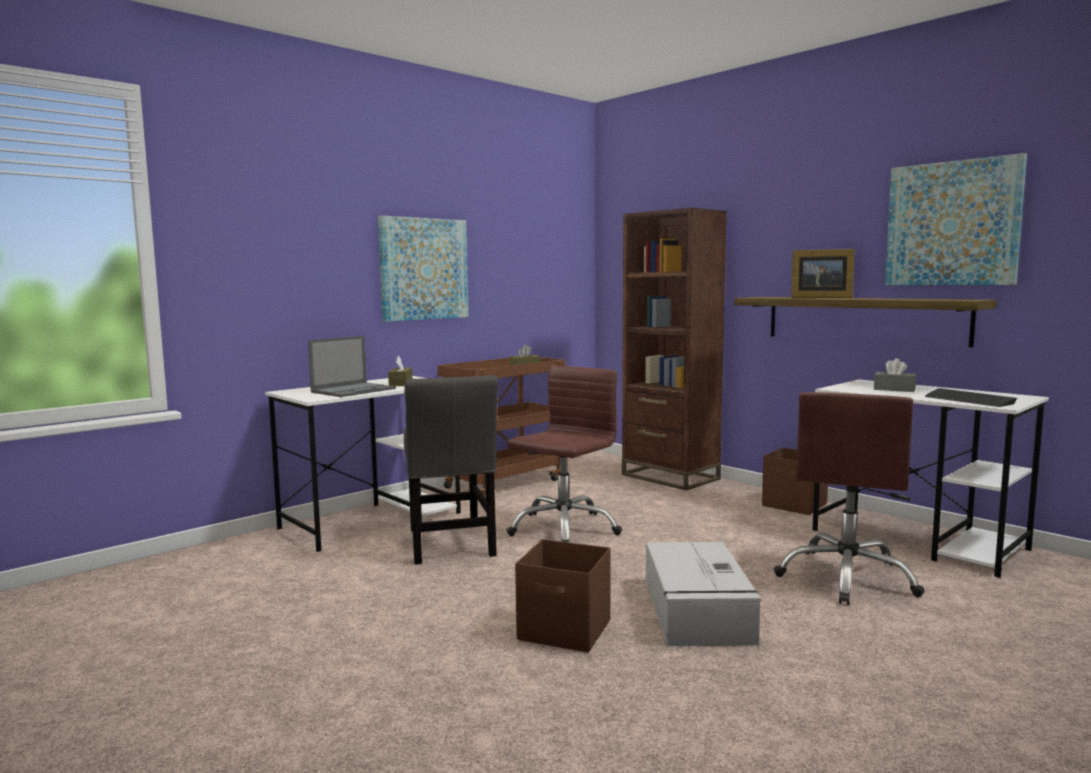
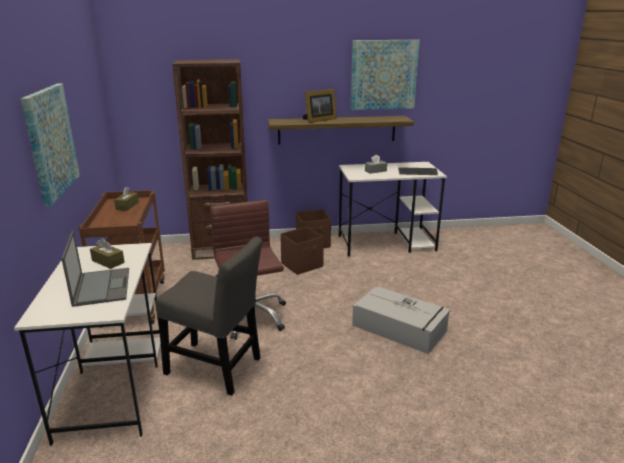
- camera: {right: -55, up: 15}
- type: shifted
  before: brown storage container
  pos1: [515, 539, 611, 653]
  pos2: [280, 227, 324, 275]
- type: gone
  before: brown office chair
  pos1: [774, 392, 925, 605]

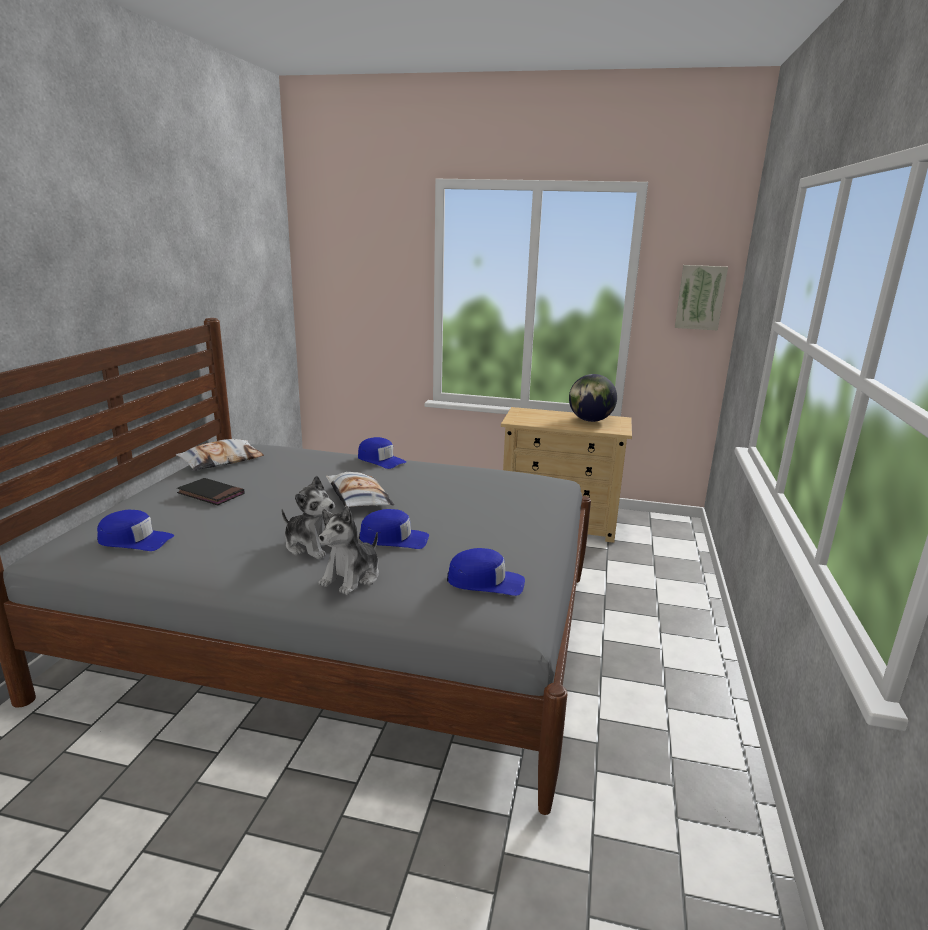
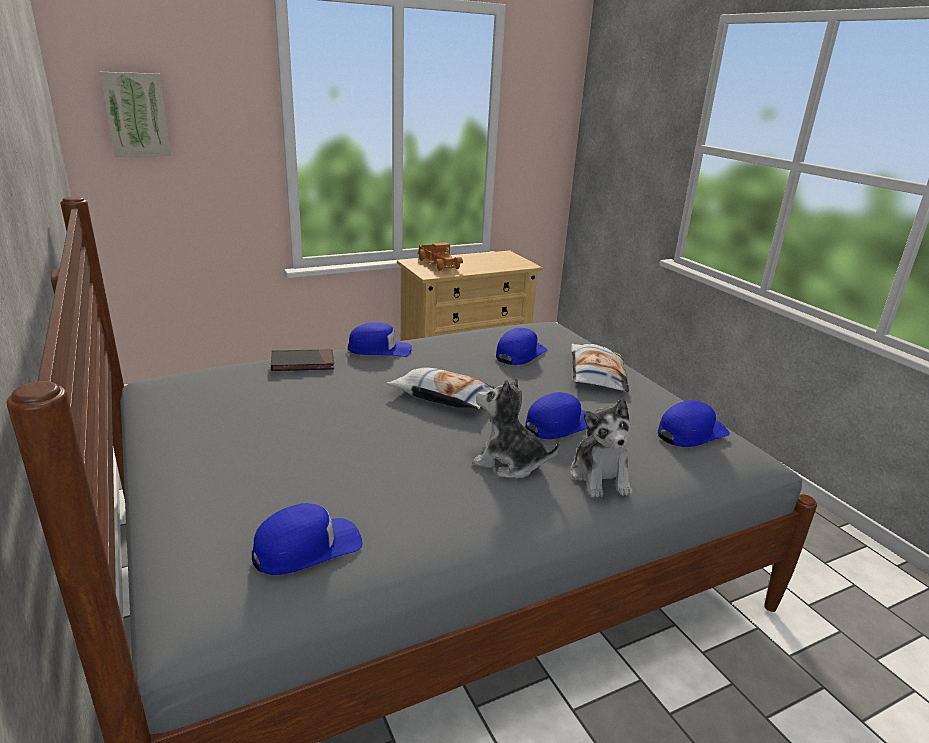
- camera: {right: -40, up: 5}
- type: shifted
  before: throw pillow
  pos1: [176, 439, 264, 471]
  pos2: [571, 344, 629, 392]
- type: shifted
  before: black-coloured bound book
  pos1: [177, 478, 244, 505]
  pos2: [271, 349, 334, 371]
- type: rotated
  before: plush toy
  pos1: [282, 475, 335, 559]
  pos2: [472, 378, 560, 479]
  turn: -150
- type: gone
  before: desk globe
  pos1: [569, 374, 617, 422]
- type: shifted
  before: wall art
  pos1: [675, 265, 728, 330]
  pos2: [100, 72, 171, 157]
- type: new
  after: toy lorry
  pos2: [418, 242, 463, 271]
- type: new
  after: bluish peaked cap
  pos2: [496, 328, 547, 365]

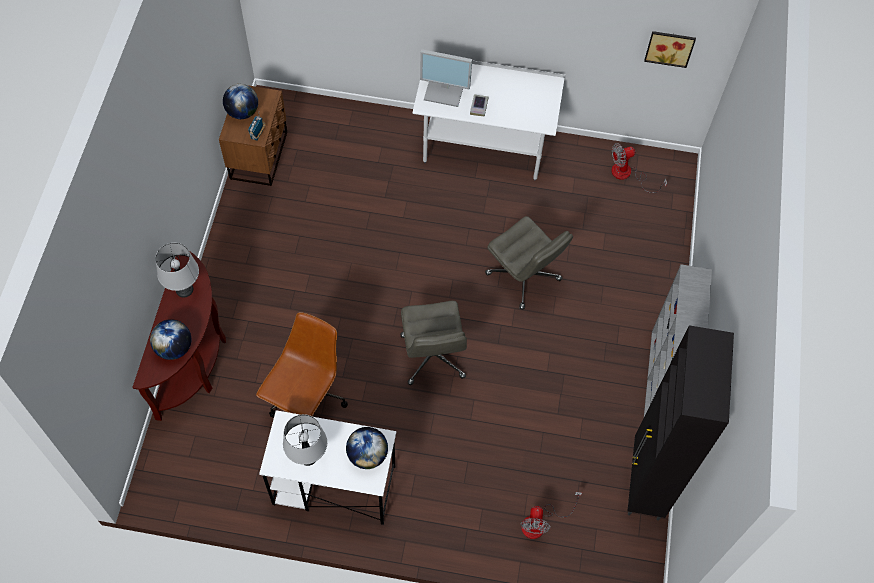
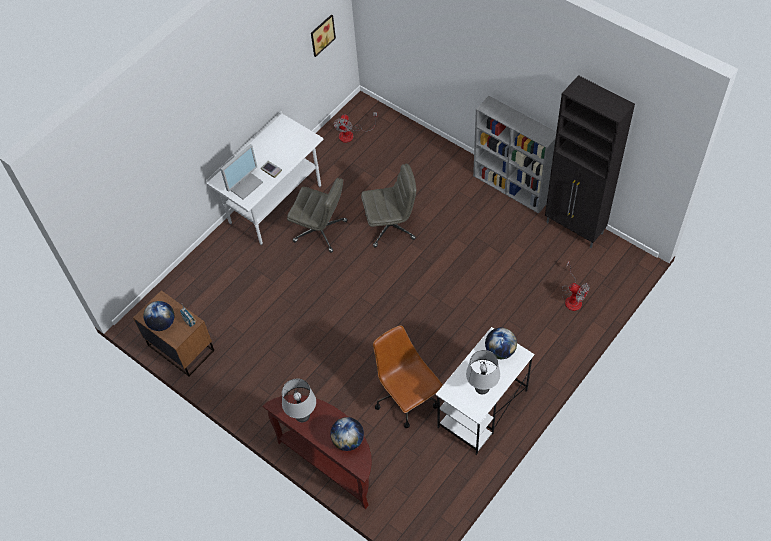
- camera: {right: -55, up: -5}
- type: shifted
  before: gray office chair
  pos1: [401, 301, 467, 385]
  pos2: [287, 178, 348, 253]

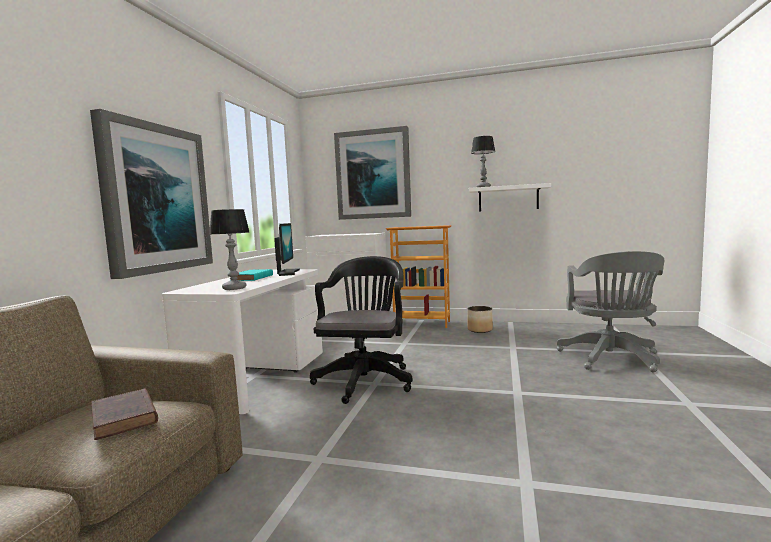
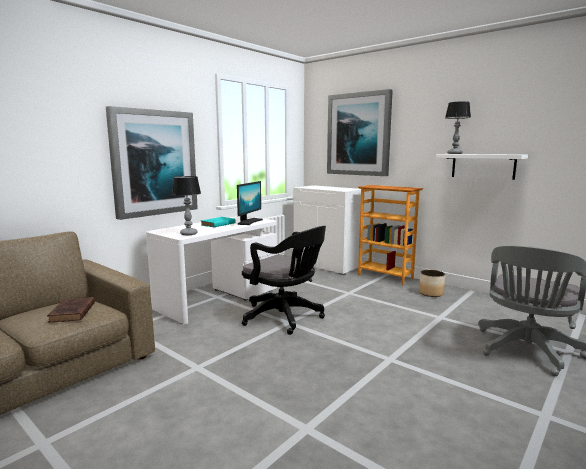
- camera: {right: 25, up: 5}
- type: rotated
  before: black-coloured office chair
  pos1: [310, 256, 413, 404]
  pos2: [242, 226, 326, 335]
  turn: 90

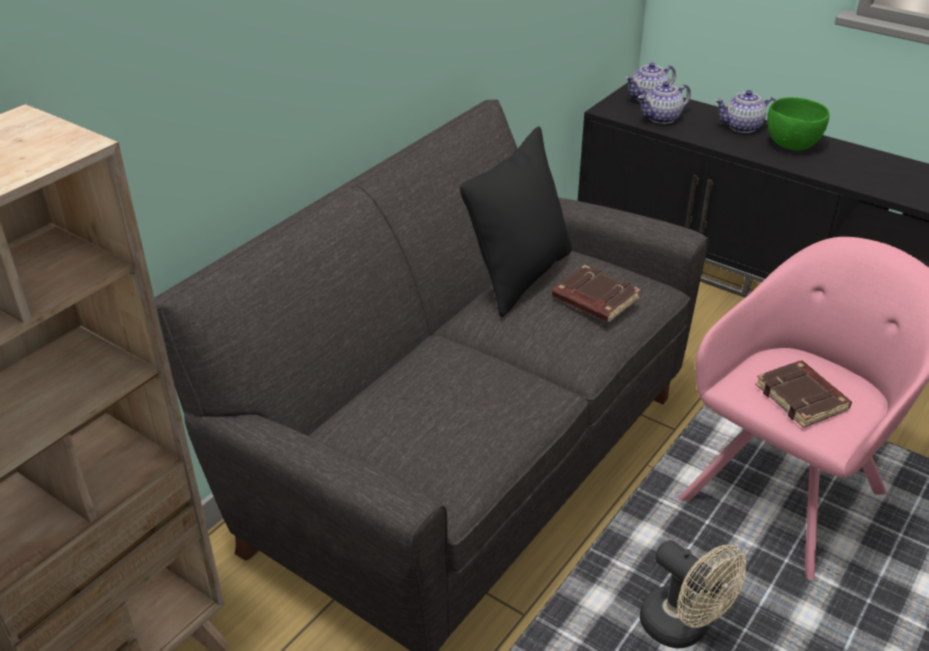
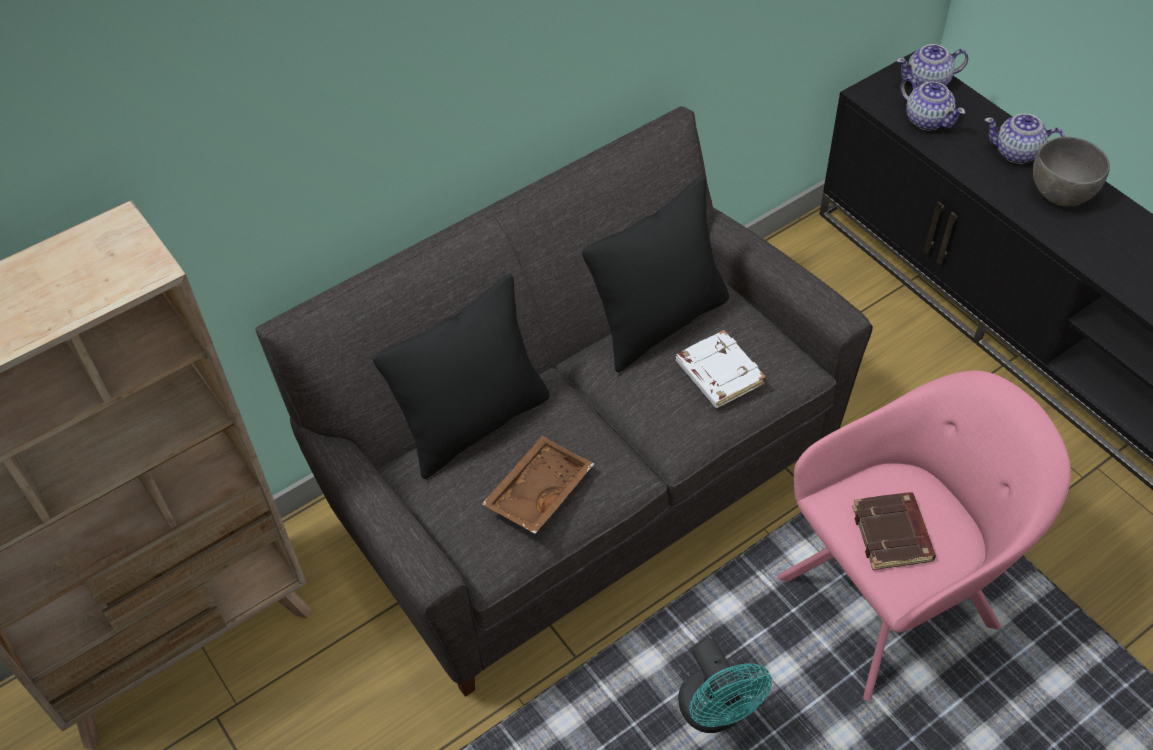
- camera: {right: 20, up: 15}
- type: repainted
  before: brown bound book
  after: whitish bound book
  pos1: [552, 265, 641, 323]
  pos2: [676, 330, 766, 408]
- type: rotated
  before: tea pot
  pos1: [638, 82, 691, 124]
  pos2: [900, 76, 965, 131]
  turn: -120
- type: repainted
  before: beige fan
  after: turquoise fan
  pos1: [640, 540, 746, 649]
  pos2: [678, 639, 772, 733]
- type: repainted
  before: green serving bowl
  after: gray serving bowl
  pos1: [767, 97, 829, 151]
  pos2: [1033, 137, 1110, 206]
- type: new
  after: black-coloured throw pillow
  pos2: [373, 274, 549, 479]
- type: new
  after: brown carrying tray
  pos2: [481, 436, 594, 534]

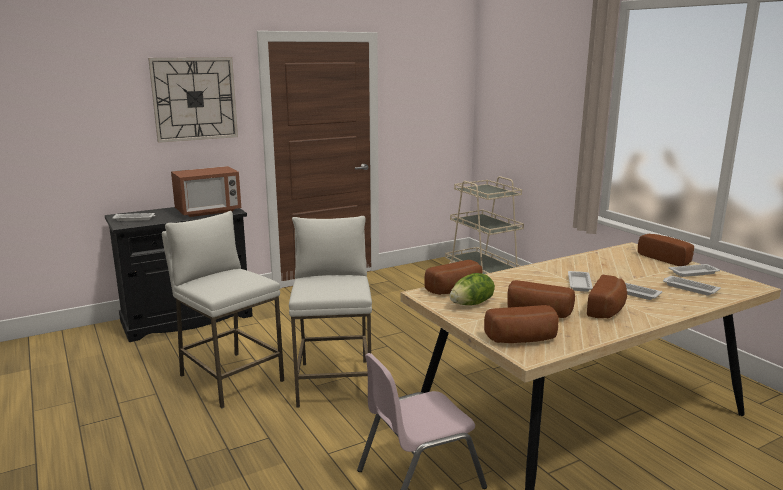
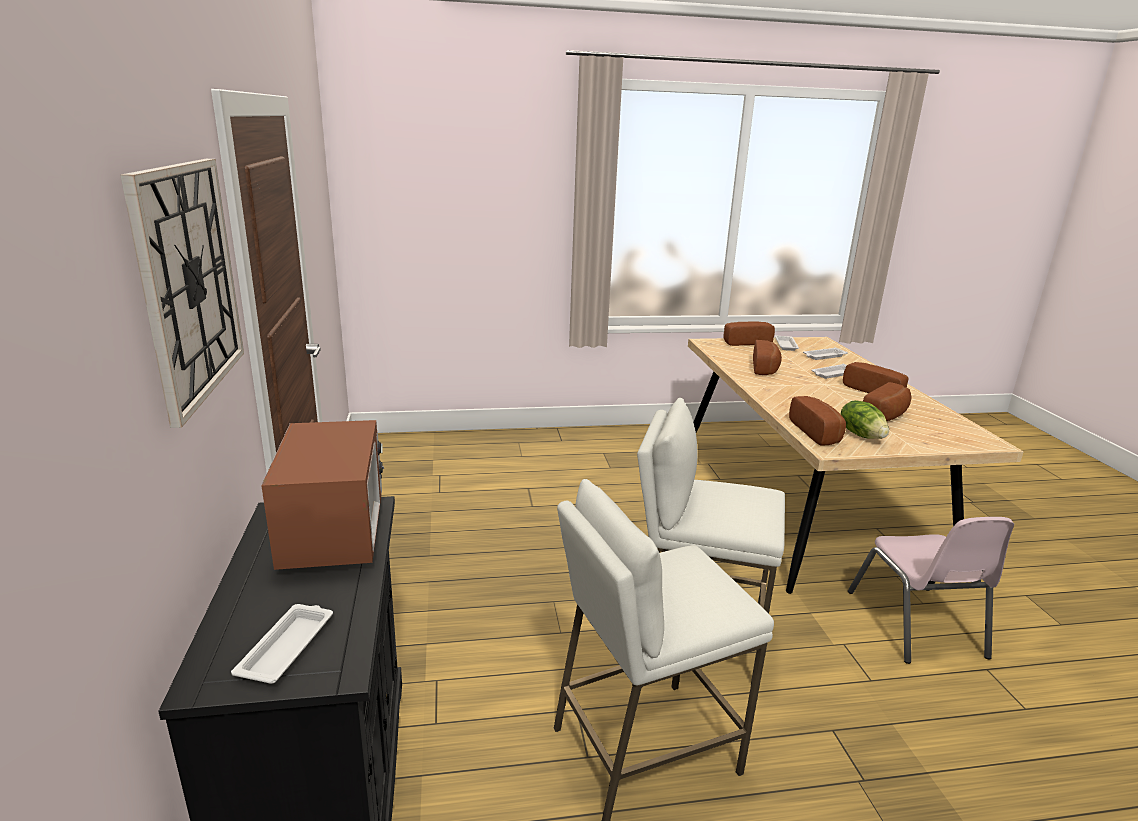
- camera: {right: -70, up: 5}
- type: gone
  before: beige trolley
  pos1: [445, 176, 524, 274]
- type: shifted
  before: baked bread
  pos1: [484, 305, 559, 343]
  pos2: [753, 340, 782, 375]
- type: gone
  before: whitish carrying tray
  pos1: [568, 271, 593, 292]

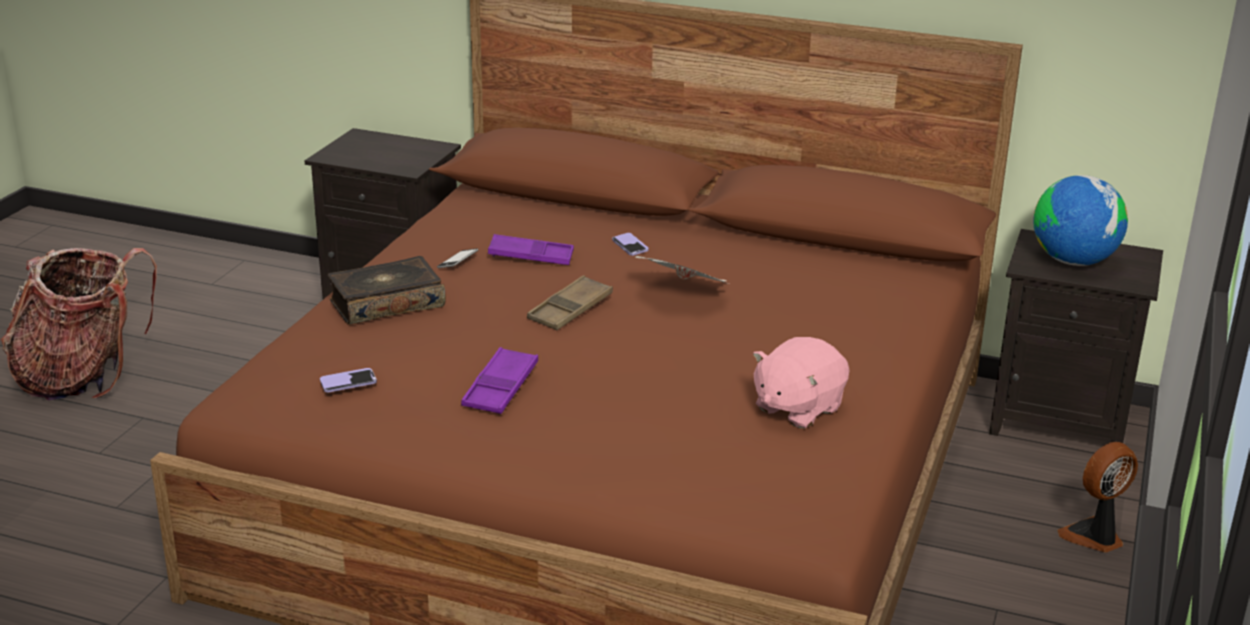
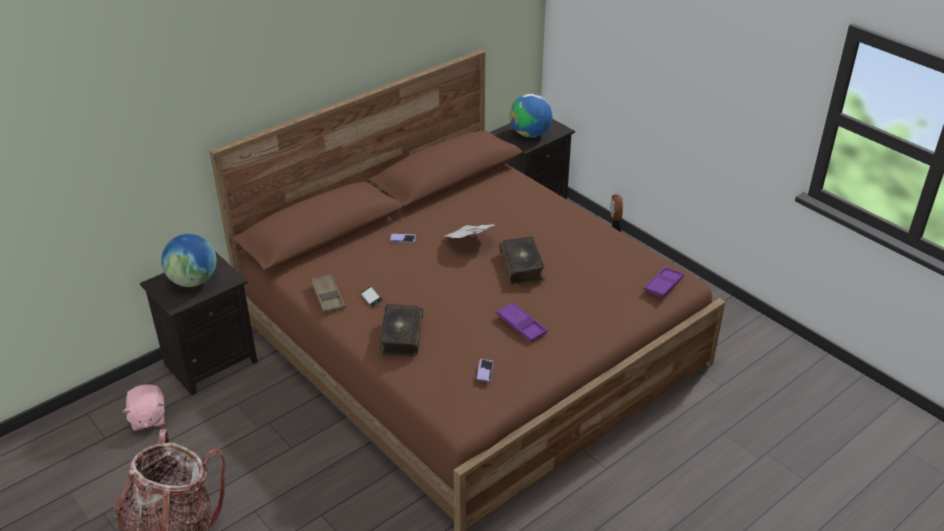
- camera: {right: -60, up: 10}
- type: shifted
  before: purplish carrying tray
  pos1: [488, 234, 574, 265]
  pos2: [644, 267, 684, 297]
- type: shifted
  before: brown carrying tray
  pos1: [527, 275, 613, 330]
  pos2: [311, 274, 345, 313]
- type: shifted
  before: pink plush toy
  pos1: [753, 337, 850, 428]
  pos2: [123, 384, 165, 431]
- type: new
  after: desk globe
  pos2: [161, 234, 217, 287]
- type: new
  after: bound book
  pos2: [499, 237, 545, 285]

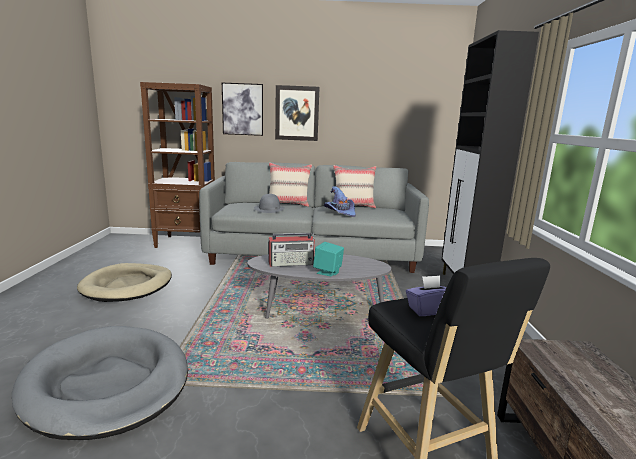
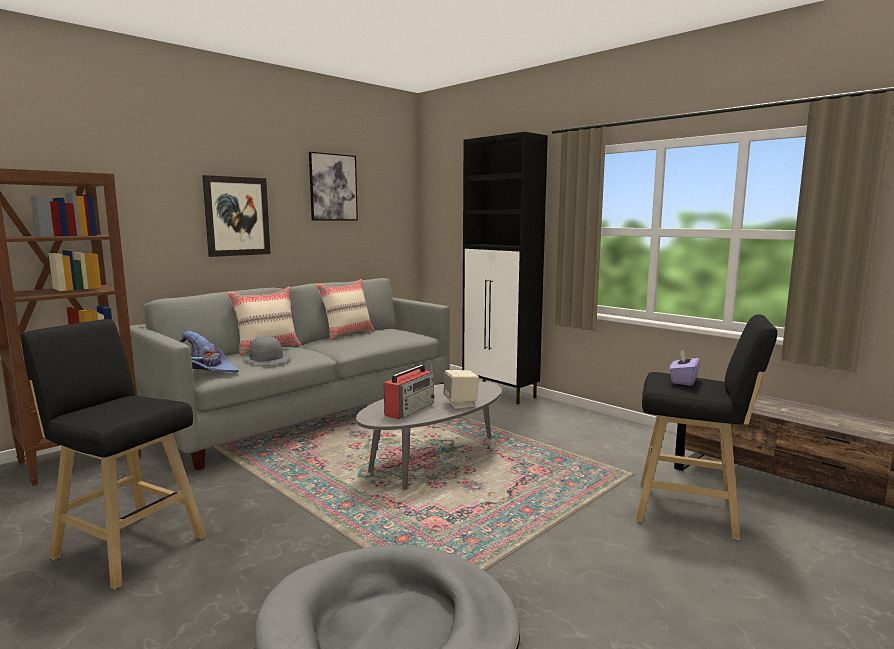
- camera: {right: -45, up: -5}
- type: swapped
  before: beige dog cushion
  after: black-coloured stool seat
  pos1: [77, 263, 172, 302]
  pos2: [21, 319, 206, 590]
- type: shifted
  before: wall art
  pos1: [222, 83, 263, 136]
  pos2: [309, 152, 358, 221]
- type: repainted
  before: turquoise audio speaker
  after: beige audio speaker
  pos1: [313, 242, 344, 276]
  pos2: [443, 370, 479, 409]
- type: shifted
  before: purplish hat
  pos1: [324, 186, 356, 217]
  pos2: [179, 331, 239, 372]

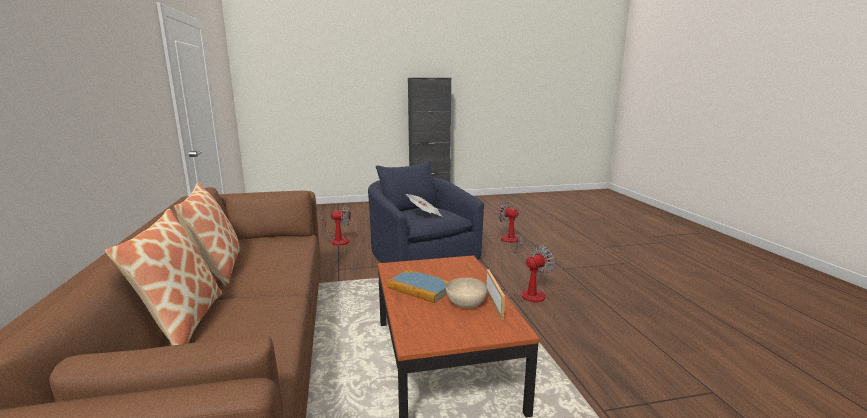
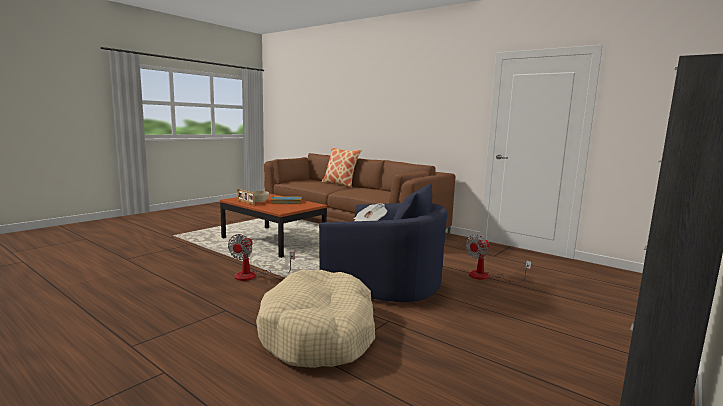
- camera: {right: 140, up: -5}
- type: gone
  before: throw pillow
  pos1: [174, 182, 240, 287]
- type: swapped
  before: fan
  after: beige dog cushion
  pos1: [498, 201, 523, 253]
  pos2: [256, 270, 375, 368]

